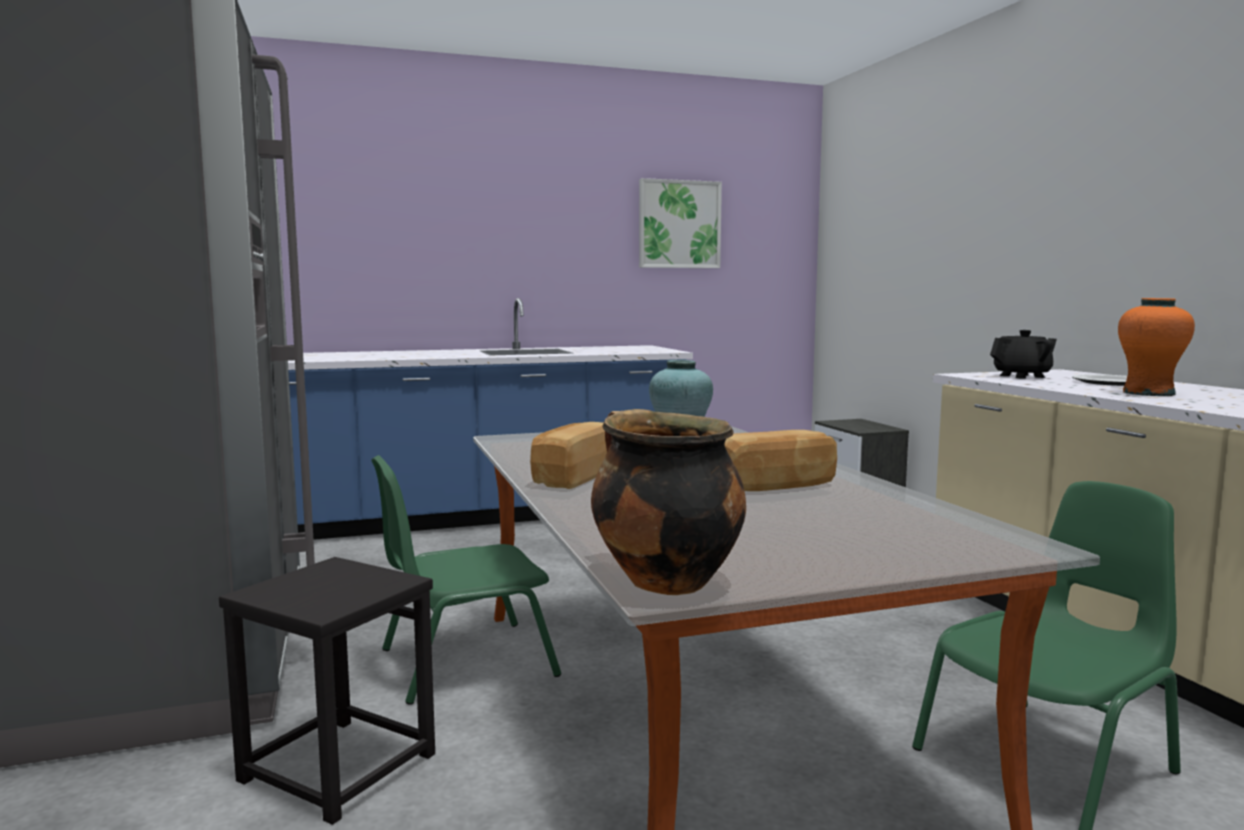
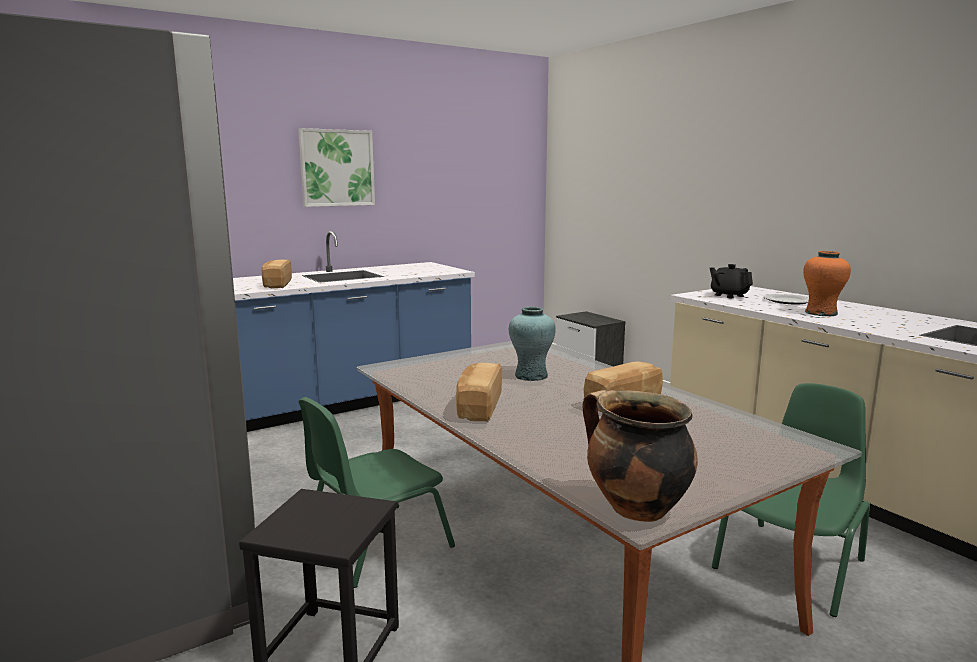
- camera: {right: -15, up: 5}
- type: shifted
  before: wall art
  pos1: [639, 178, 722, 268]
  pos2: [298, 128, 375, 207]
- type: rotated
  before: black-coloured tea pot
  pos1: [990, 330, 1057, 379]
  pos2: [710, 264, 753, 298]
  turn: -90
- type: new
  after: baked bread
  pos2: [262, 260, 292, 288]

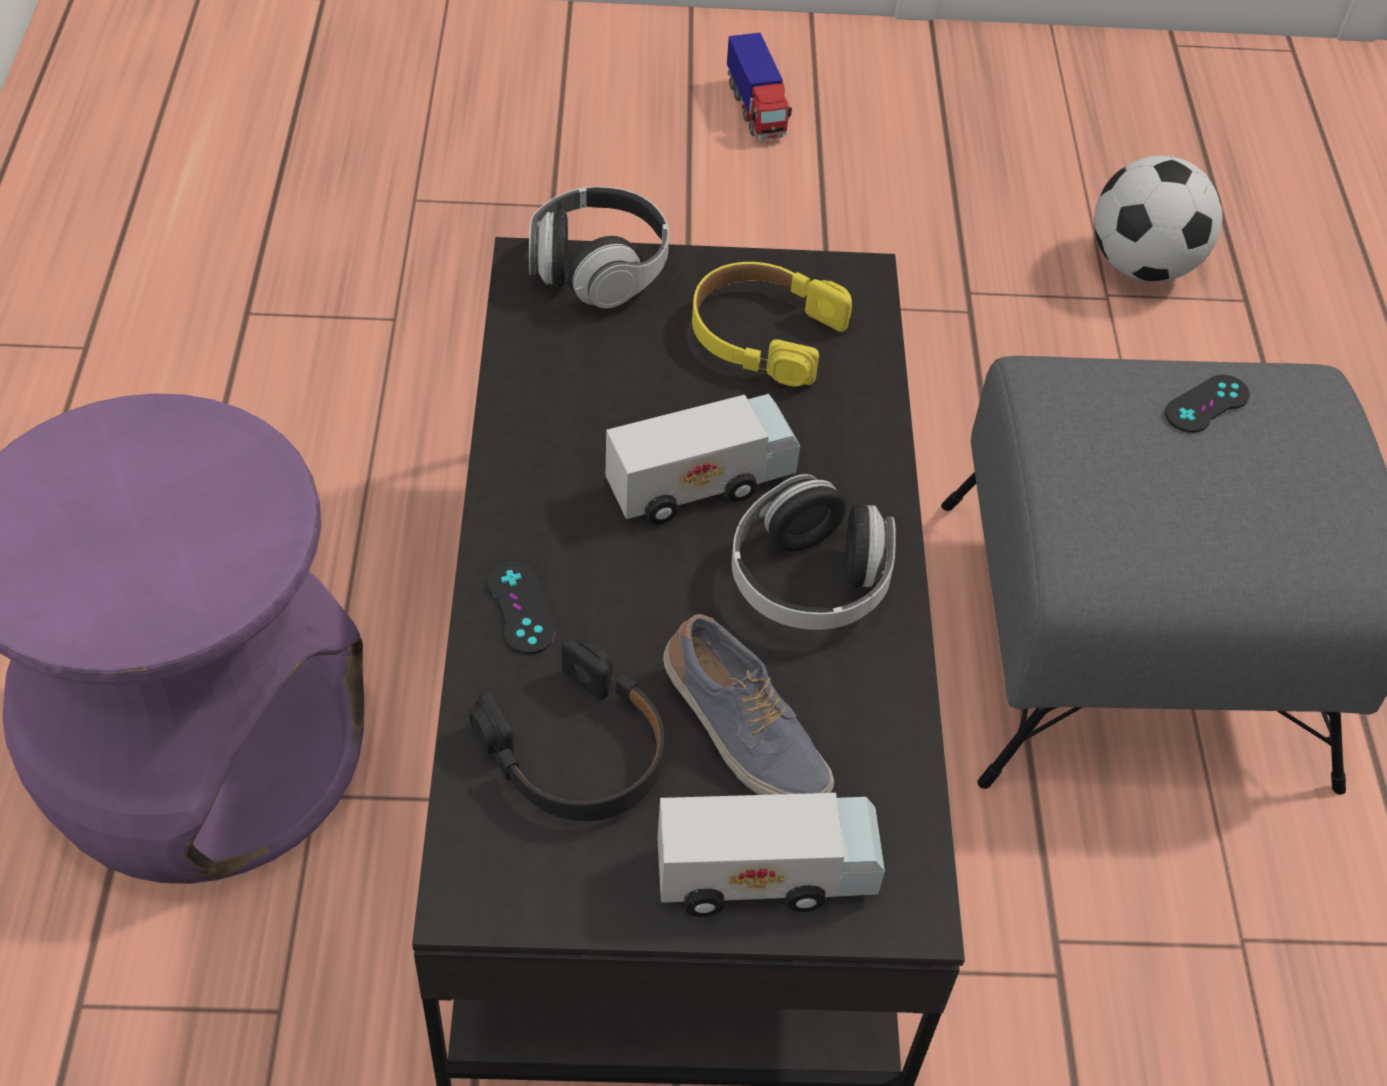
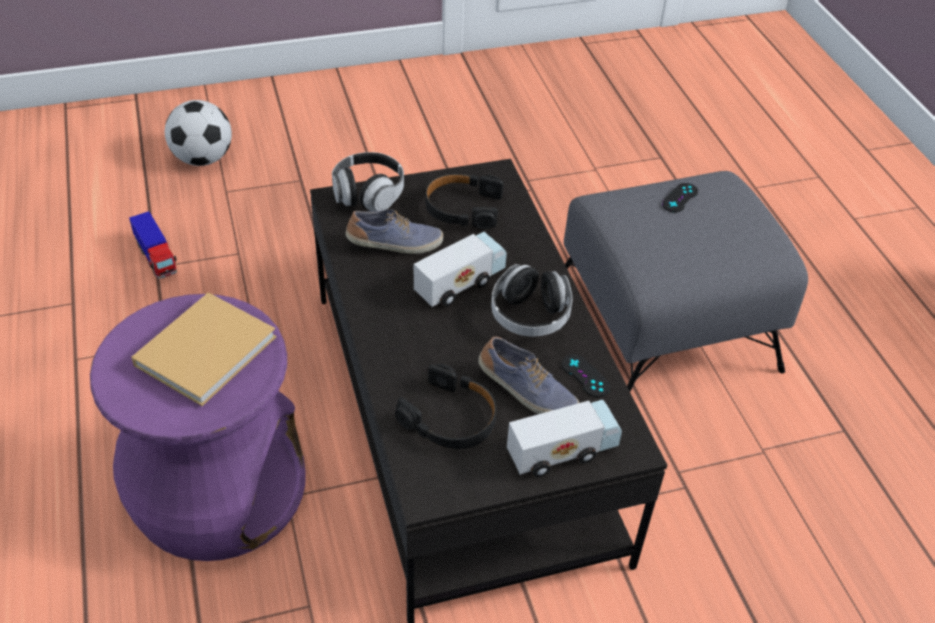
- camera: {right: -15, up: -5}
- type: shifted
  before: black-coloured game controller
  pos1: [486, 560, 556, 654]
  pos2: [562, 354, 610, 397]
- type: repainted
  before: yellow headset
  after: black-coloured headset
  pos1: [692, 262, 852, 387]
  pos2: [425, 174, 504, 229]
- type: shifted
  before: toy lorry
  pos1: [727, 33, 792, 140]
  pos2: [129, 211, 177, 279]
- type: shifted
  before: ball for football
  pos1: [1094, 156, 1222, 282]
  pos2: [165, 100, 232, 166]
- type: new
  after: beige bound book
  pos2: [131, 292, 276, 406]
- type: new
  after: low shoe
  pos2: [346, 209, 443, 254]

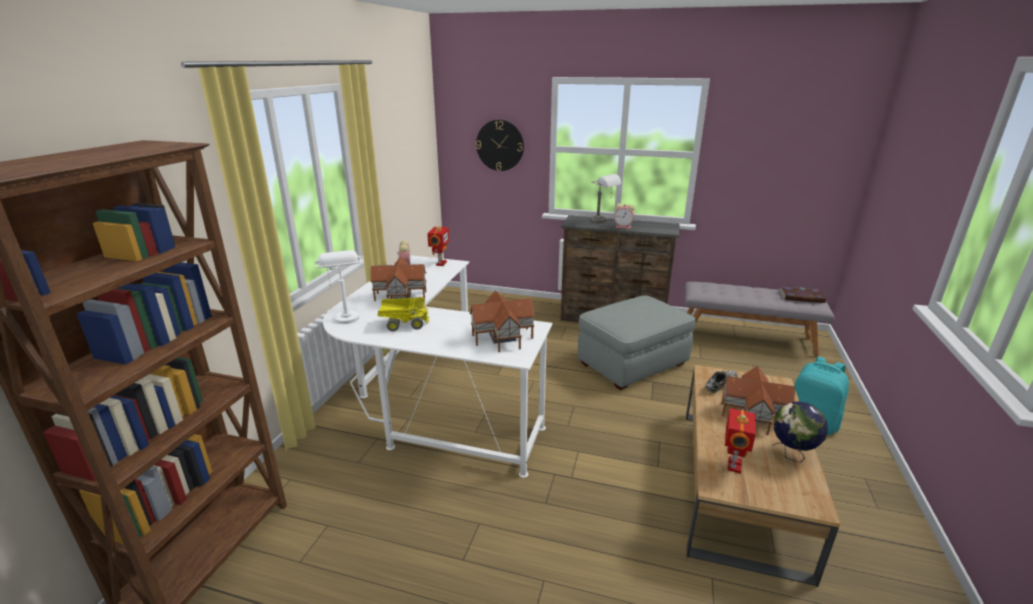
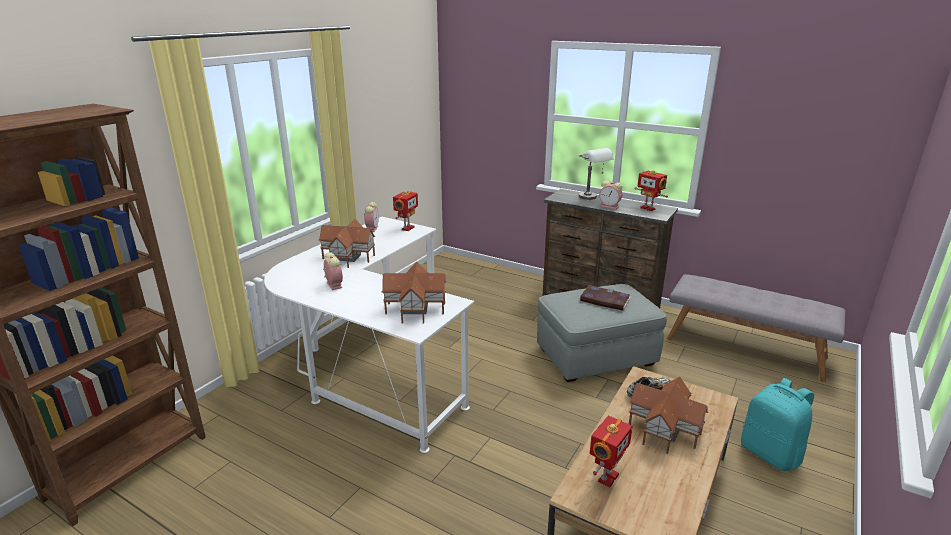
- camera: {right: 15, up: 0}
- type: gone
  before: whitish lamp for a table
  pos1: [314, 250, 362, 324]
- type: swapped
  before: toy lorry
  after: table clock
  pos1: [378, 297, 429, 332]
  pos2: [323, 252, 343, 290]
- type: gone
  before: clock on the wall
  pos1: [476, 120, 524, 171]
- type: gone
  before: desk globe
  pos1: [773, 402, 828, 463]
- type: shifted
  before: bound book
  pos1: [779, 286, 826, 303]
  pos2: [580, 285, 631, 310]
- type: new
  after: model robot
  pos2: [634, 170, 668, 211]

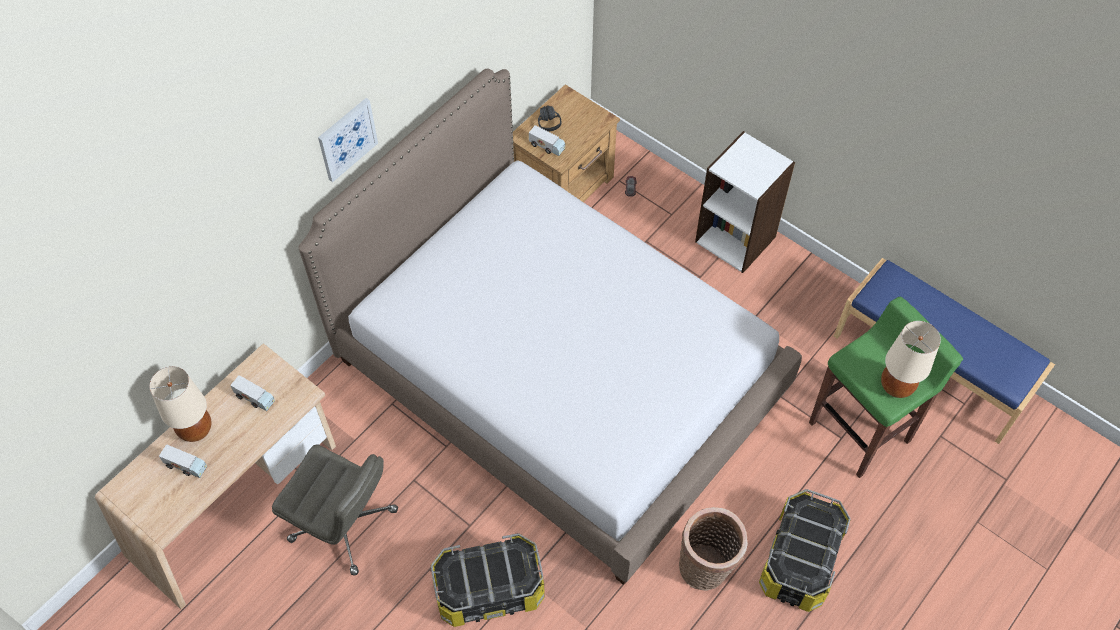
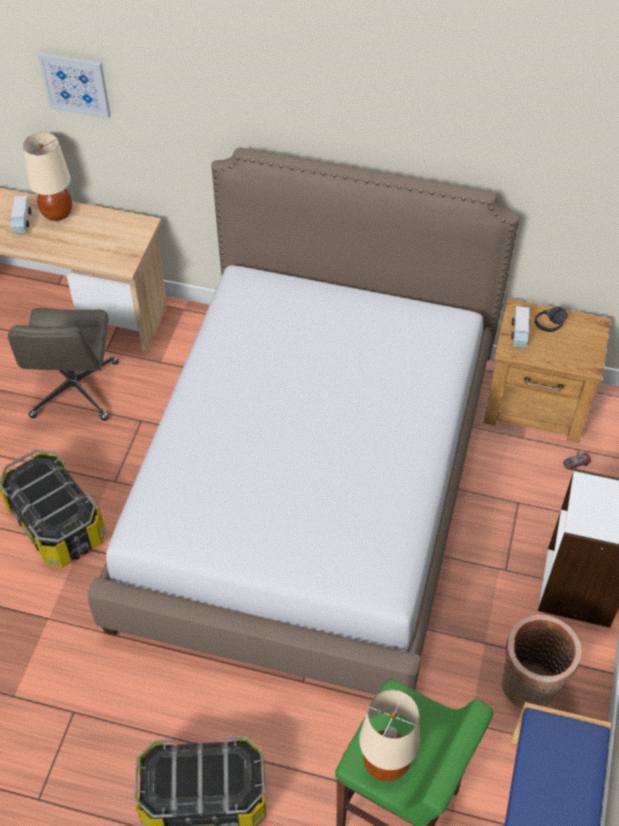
- camera: {right: 65, up: -5}
- type: gone
  before: toy lorry
  pos1: [230, 375, 275, 411]
- type: shifted
  before: wall art
  pos1: [318, 98, 378, 182]
  pos2: [38, 52, 111, 119]
- type: shifted
  before: storage basket
  pos1: [679, 507, 748, 591]
  pos2: [501, 615, 582, 709]

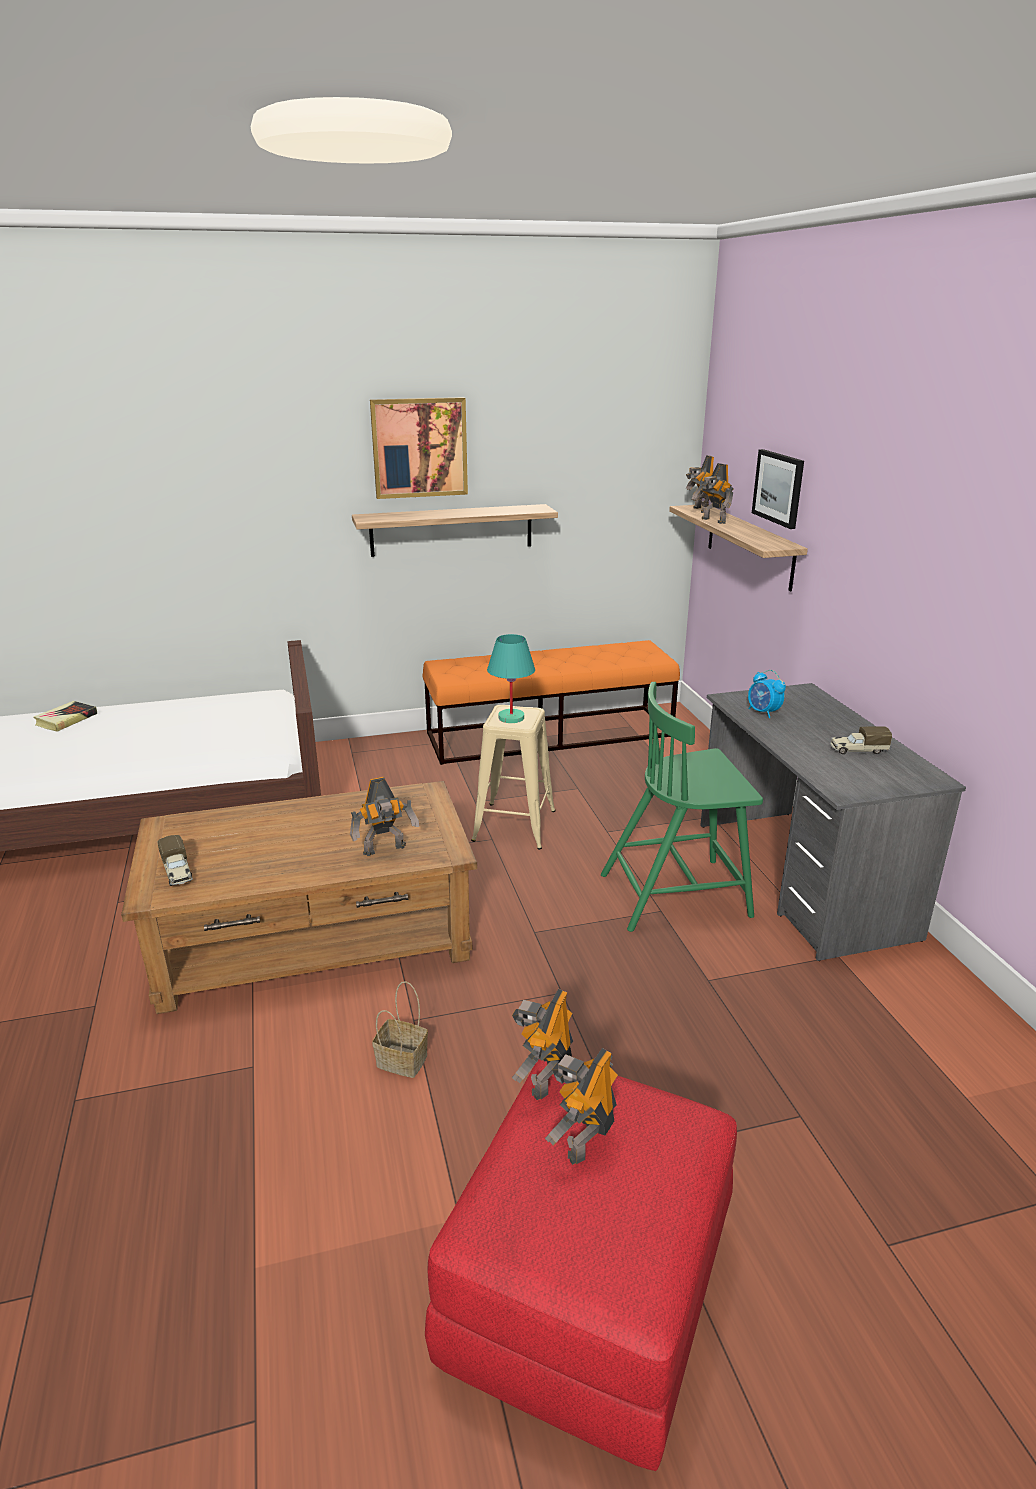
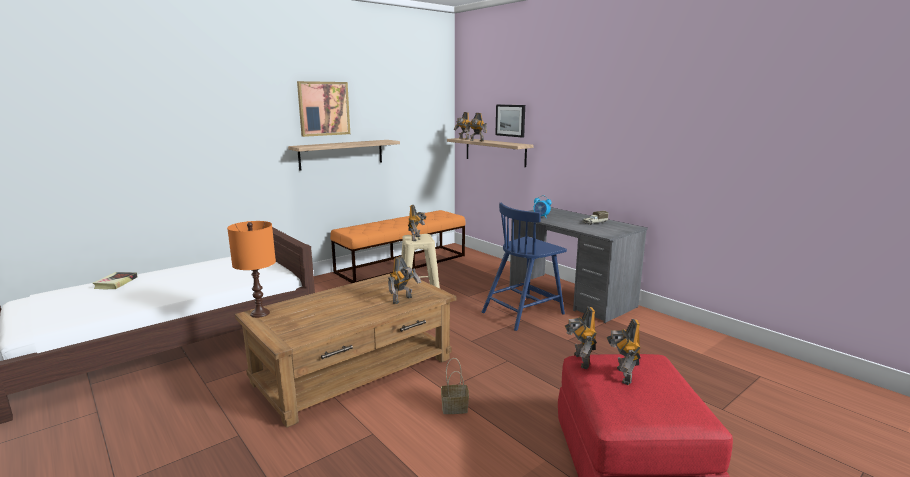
- camera: {right: -25, up: -10}
- type: gone
  before: toy lorry
  pos1: [158, 835, 193, 886]
- type: swapped
  before: turquoise lamp for a table
  after: model robot
  pos1: [487, 634, 535, 723]
  pos2: [408, 205, 427, 241]
- type: repainted
  before: green plain chair
  after: bluish plain chair
  pos1: [601, 682, 763, 932]
  pos2: [482, 203, 567, 331]
- type: new
  after: orangey lamp for a table
  pos2: [227, 221, 276, 318]

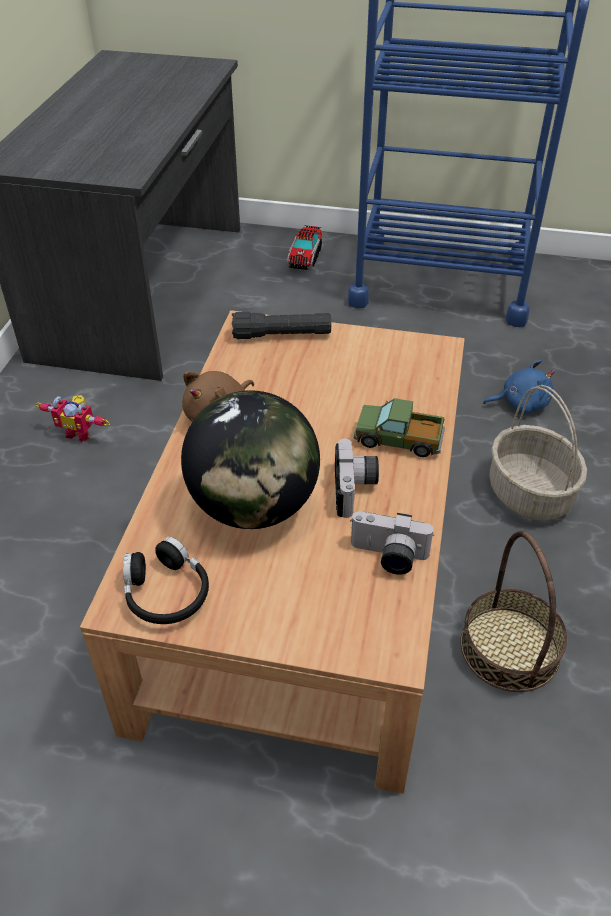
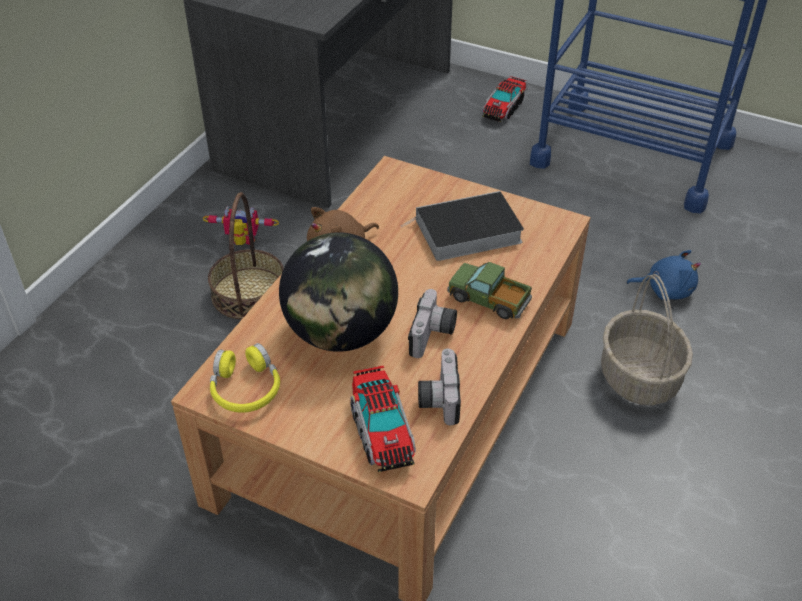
- camera: {right: 15, up: 0}
- type: rotated
  before: model robot
  pos1: [35, 395, 110, 442]
  pos2: [203, 206, 279, 245]
  turn: 150
- type: repainted
  before: black-coloured headset
  after: yellow headset
  pos1: [123, 537, 209, 624]
  pos2: [210, 343, 280, 413]
- type: gone
  before: black-coloured flashlight
  pos1: [232, 312, 331, 339]
- type: rotated
  before: photo camera
  pos1: [350, 511, 434, 575]
  pos2: [418, 349, 461, 425]
  turn: 60
- type: shifted
  before: storage basket
  pos1: [461, 531, 567, 692]
  pos2: [208, 192, 284, 320]
- type: new
  after: toy lorry
  pos2: [350, 366, 416, 472]
- type: new
  after: bound book
  pos2: [401, 191, 524, 261]

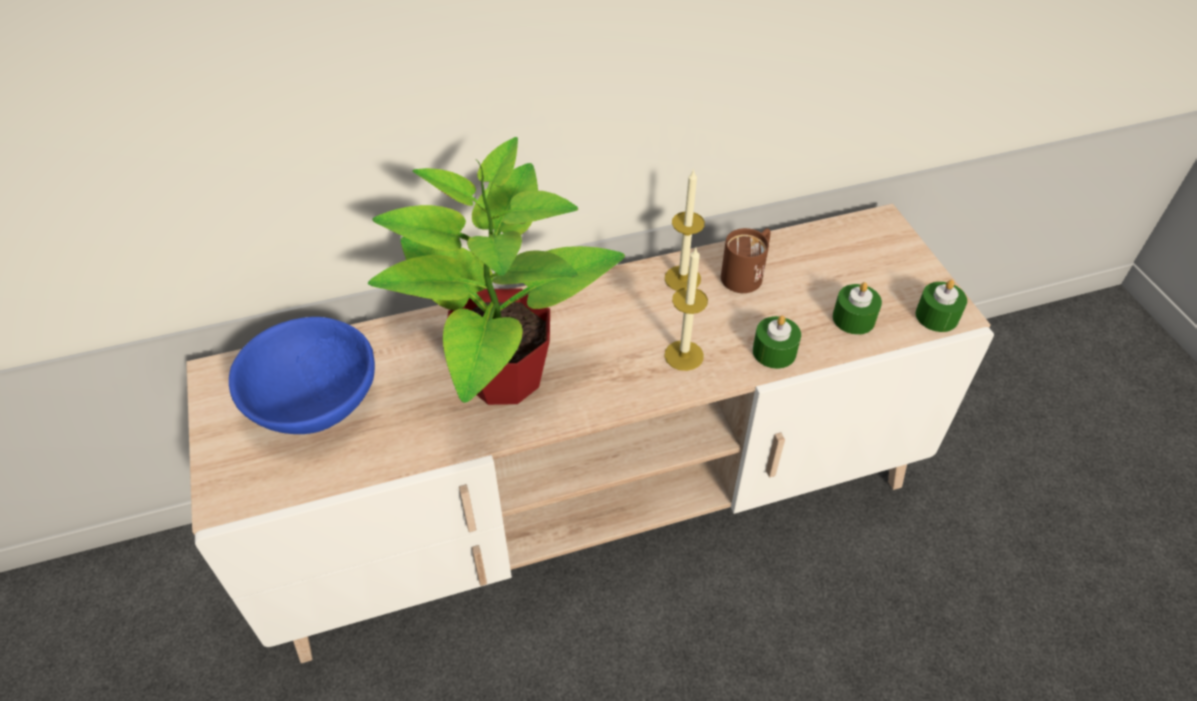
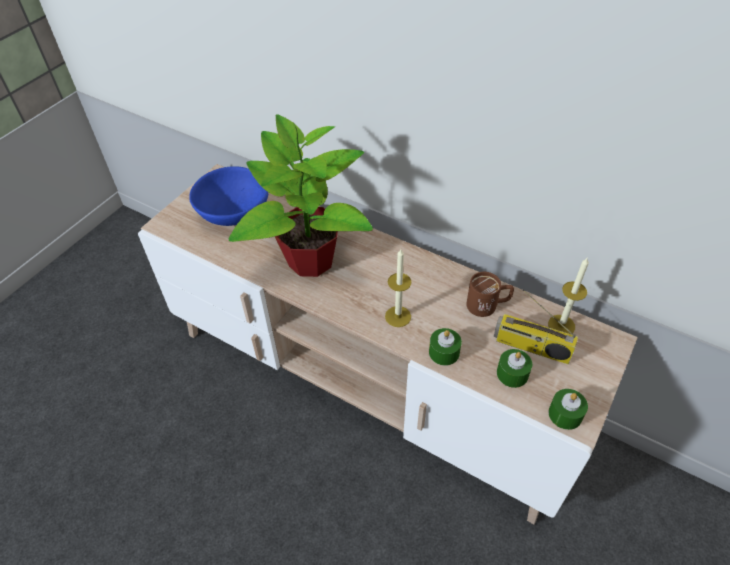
- camera: {right: 50, up: 0}
- type: shifted
  before: candle
  pos1: [665, 169, 705, 291]
  pos2: [548, 258, 589, 334]
- type: new
  after: radio
  pos2: [494, 289, 578, 364]

